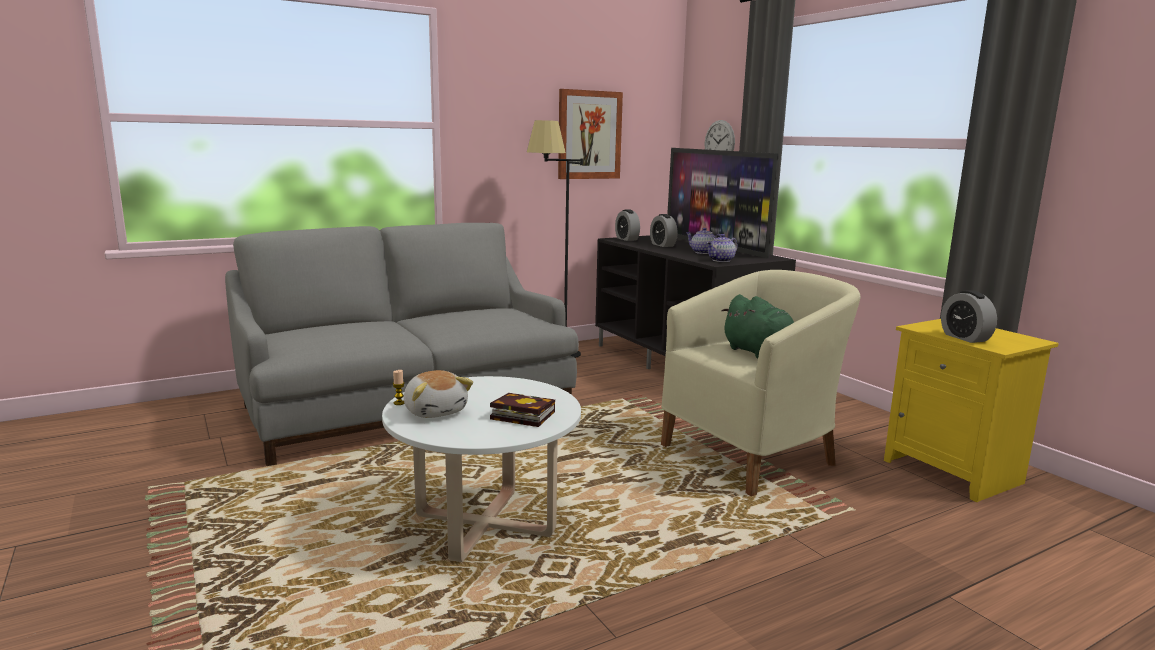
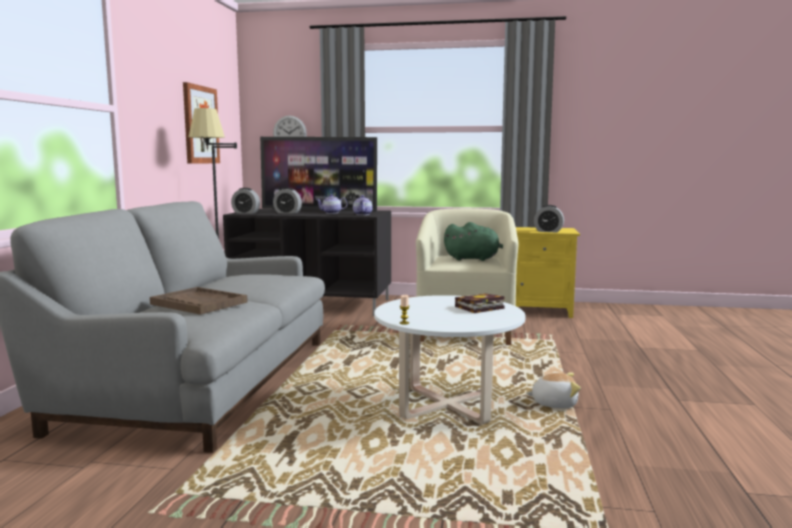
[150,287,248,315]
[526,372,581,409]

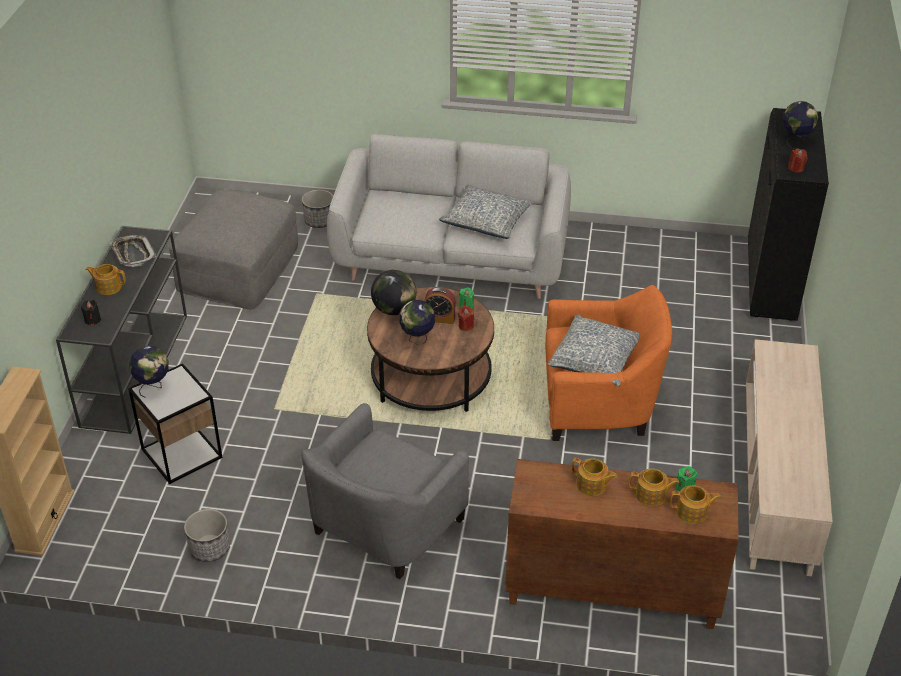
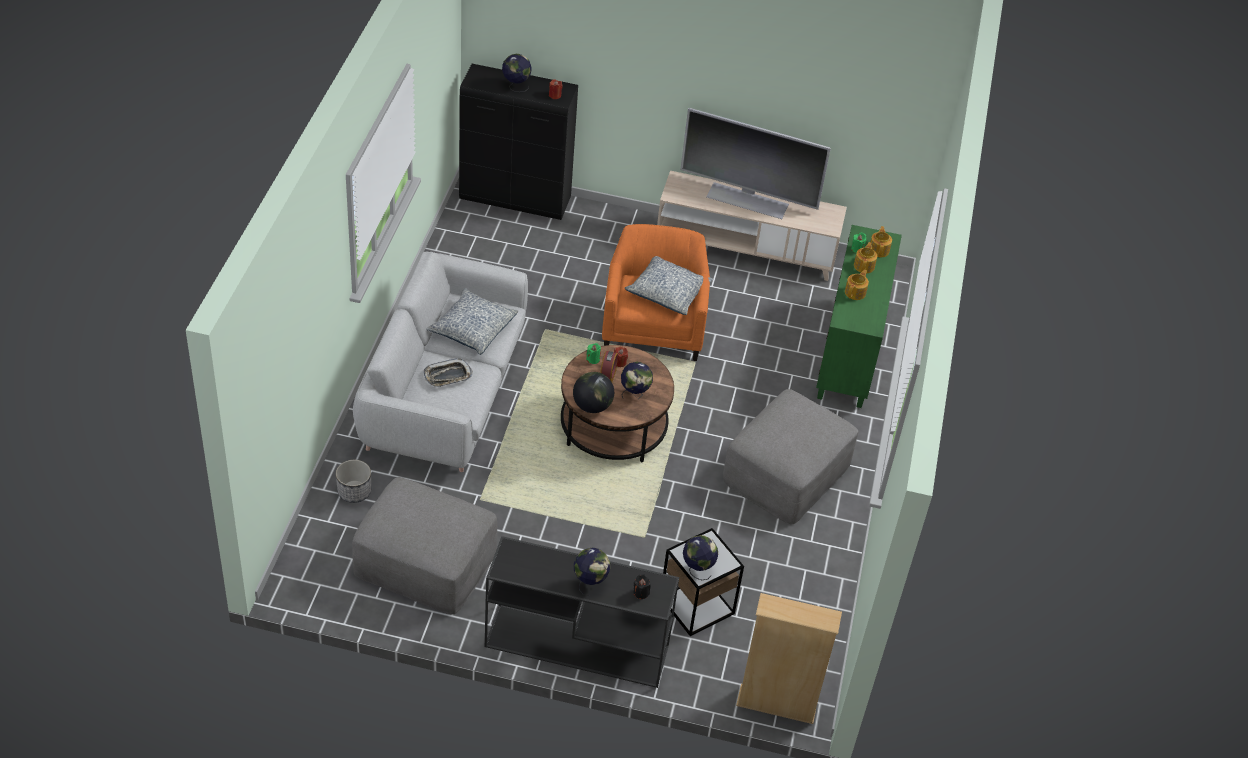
[184,509,230,562] (first image)
[680,108,831,219]
[424,358,473,387]
[574,548,610,596]
[723,389,859,524]
[816,225,902,408]

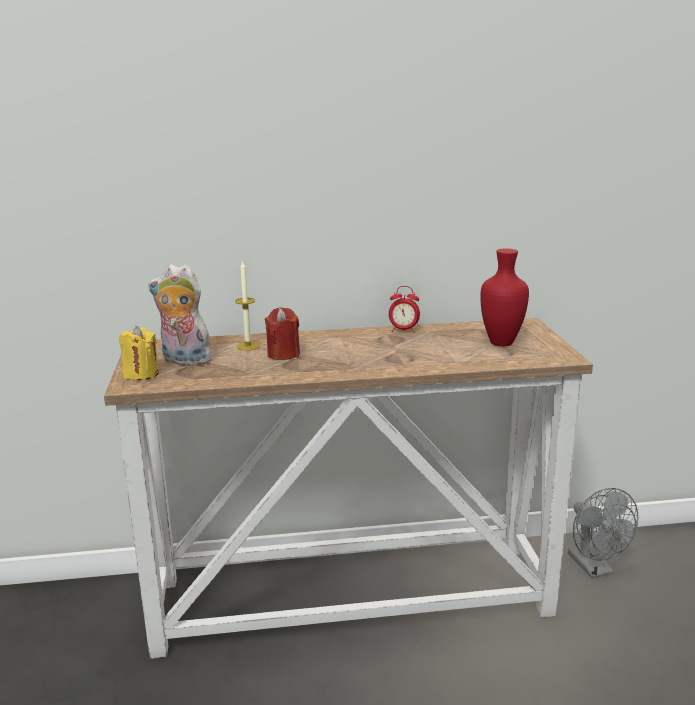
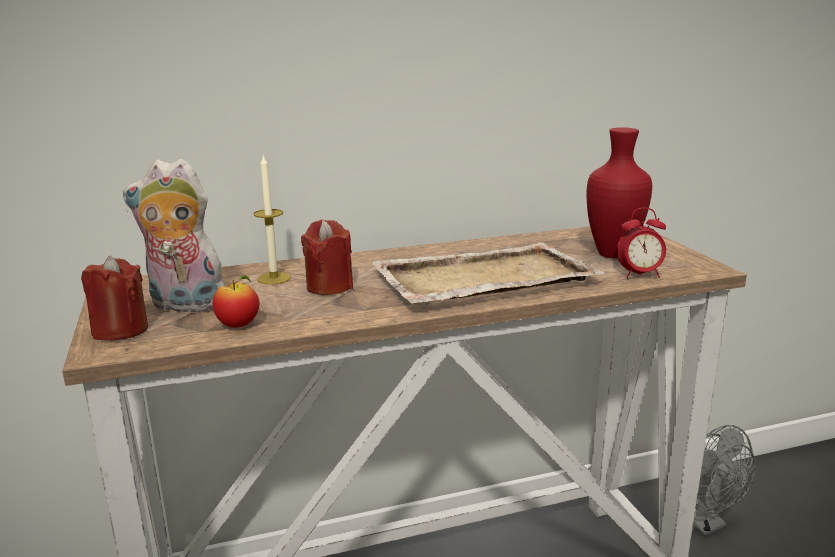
[212,275,259,328]
[371,242,605,303]
[617,208,666,278]
[81,256,148,341]

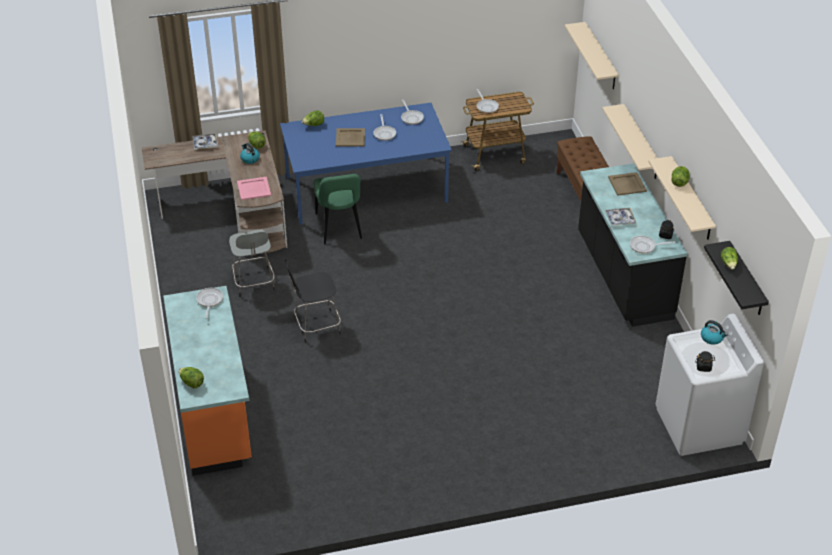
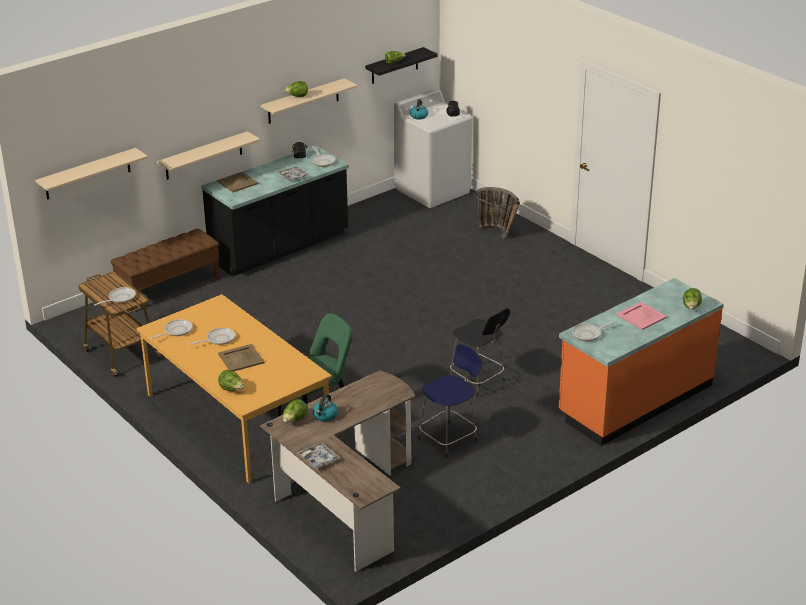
[475,187,520,239]
[617,302,667,330]
[418,344,482,459]
[136,294,332,483]

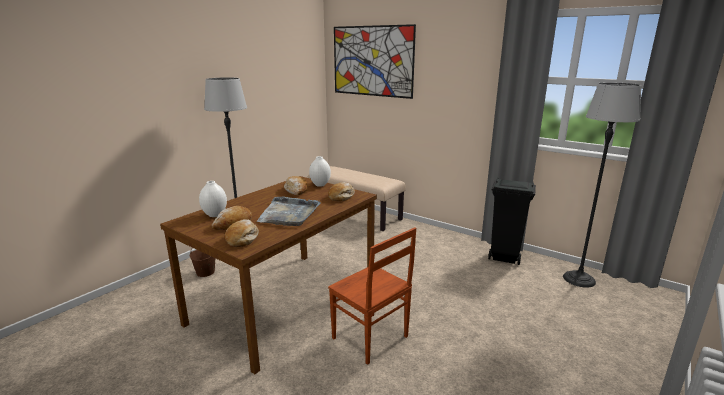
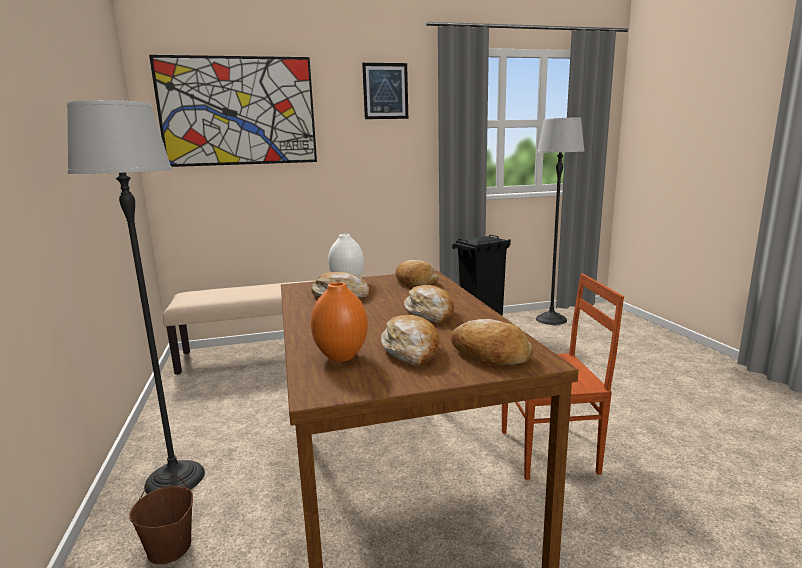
[362,63,408,119]
[404,285,454,323]
[311,282,368,362]

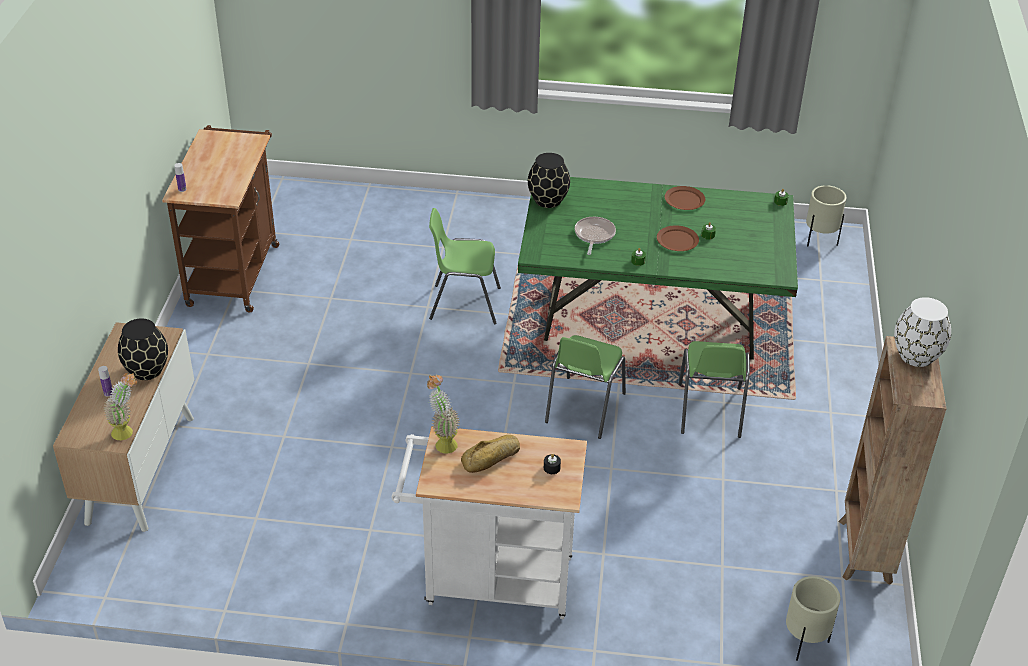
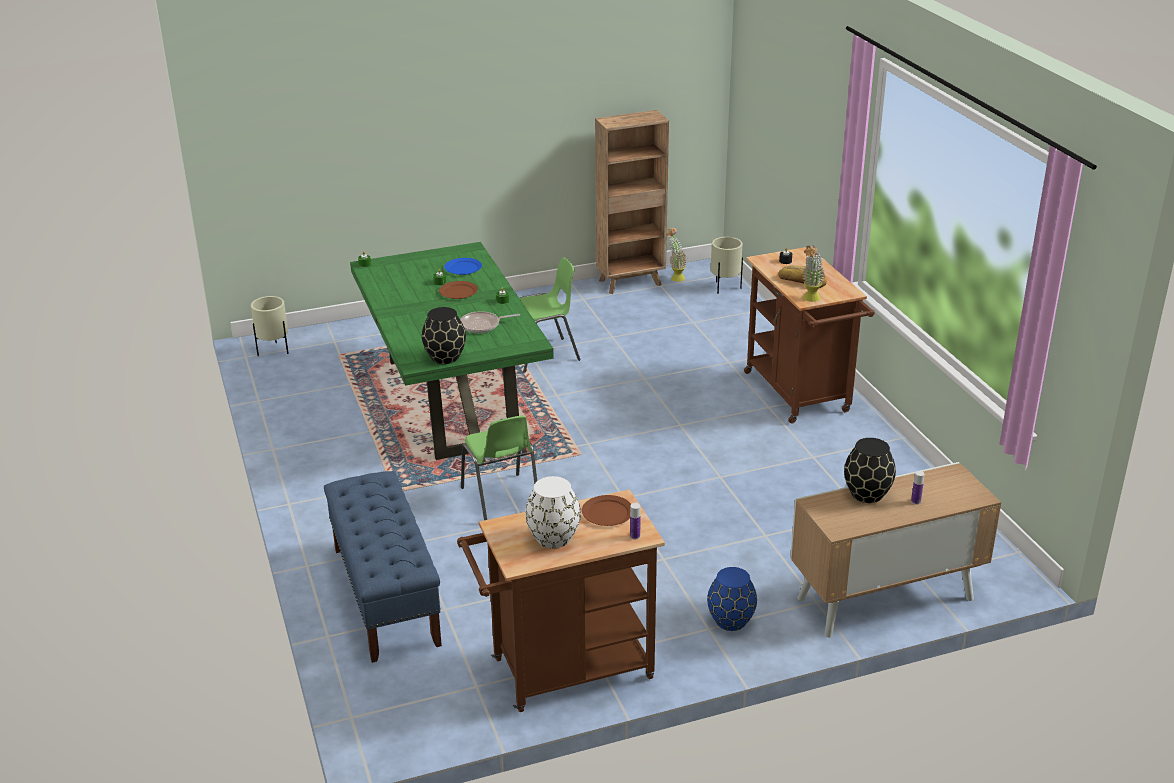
[545,335,626,439] (first image)
[324,471,442,663]
[444,258,482,275]
[707,567,757,631]
[667,228,687,282]
[582,495,631,526]
[525,476,581,548]
[744,247,875,423]

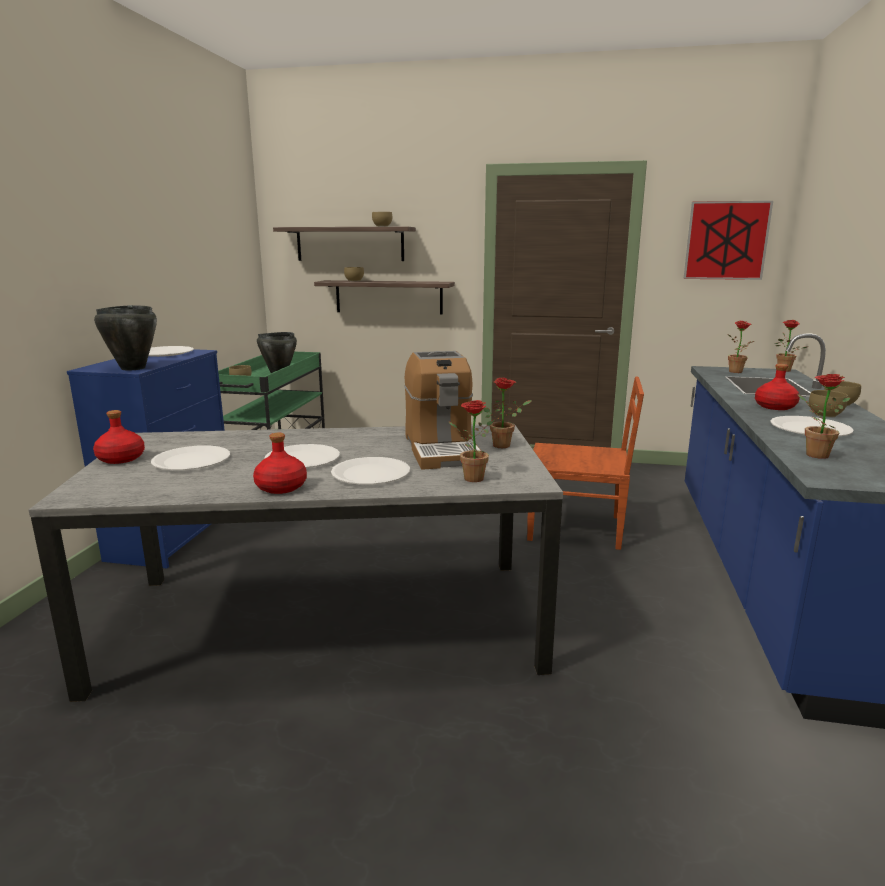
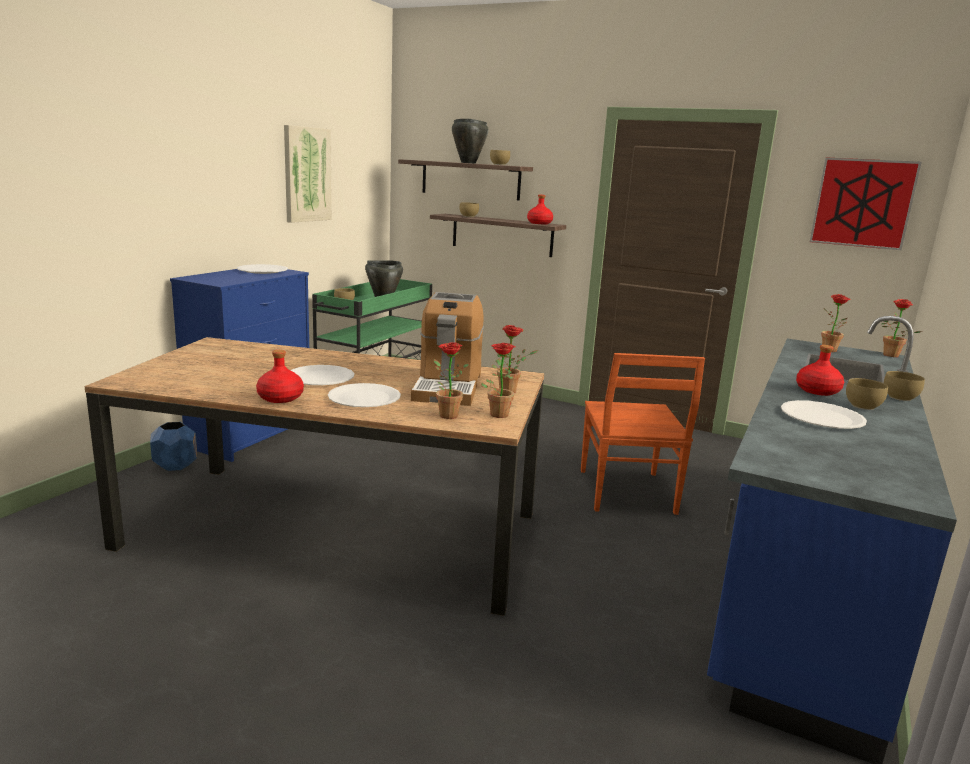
[151,445,230,470] (first image)
[150,422,197,471]
[284,125,332,223]
[527,195,553,224]
[452,118,489,164]
[481,343,518,418]
[84,337,544,616]
[581,353,705,515]

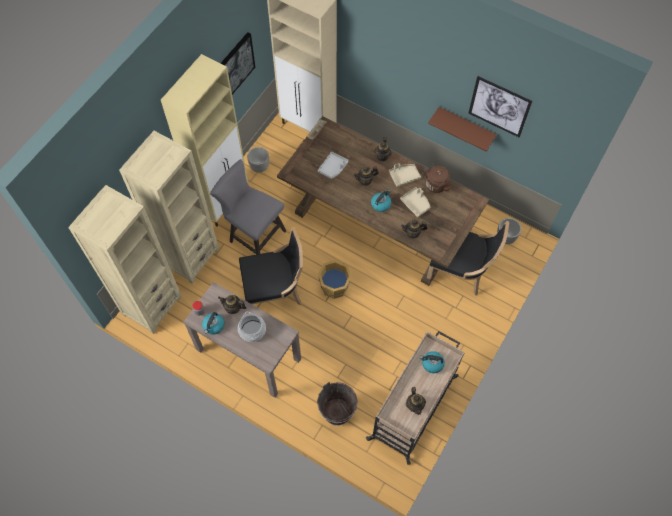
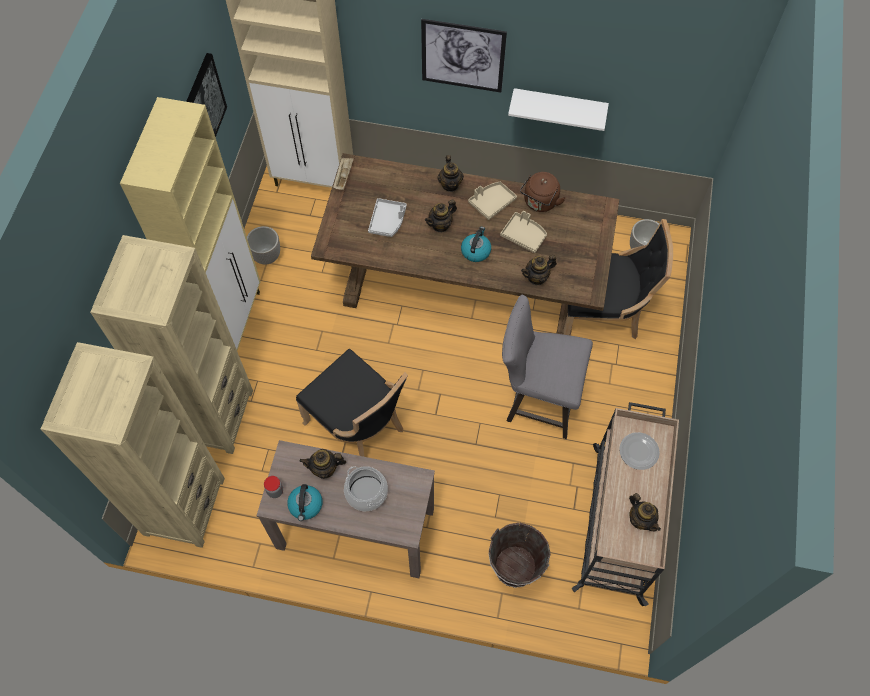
[318,260,352,299] (first image)
[502,295,593,439]
[421,19,507,92]
[619,432,660,470]
[508,88,609,131]
[296,349,408,457]

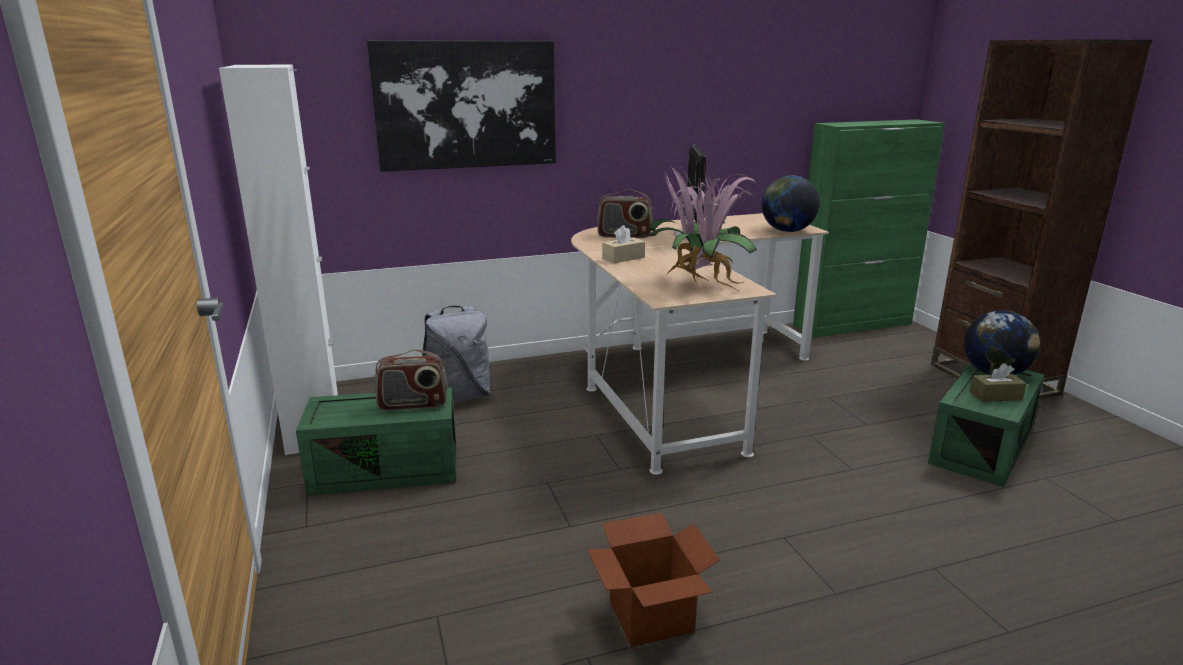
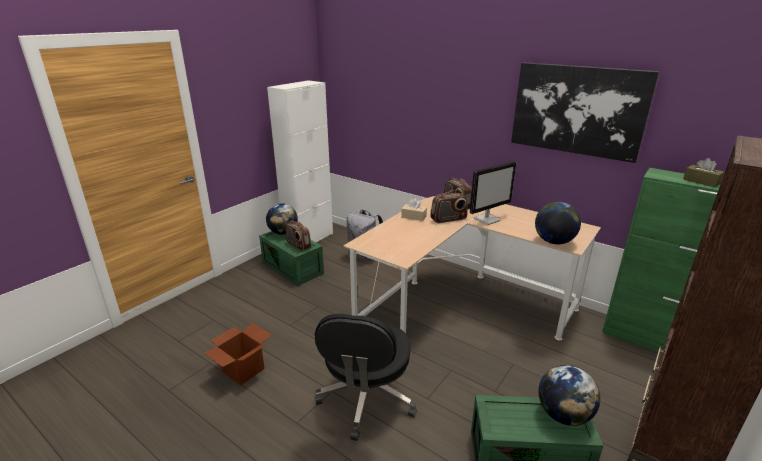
[649,168,757,292] (first image)
[266,203,298,235]
[315,314,417,441]
[430,190,468,223]
[511,62,659,163]
[683,158,725,187]

